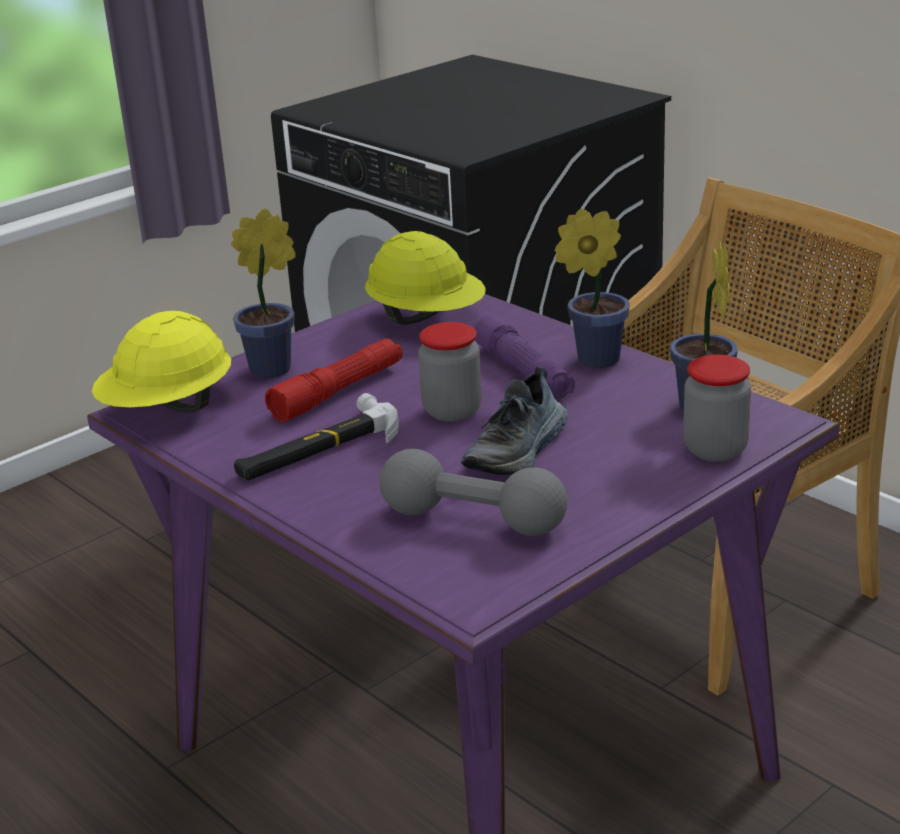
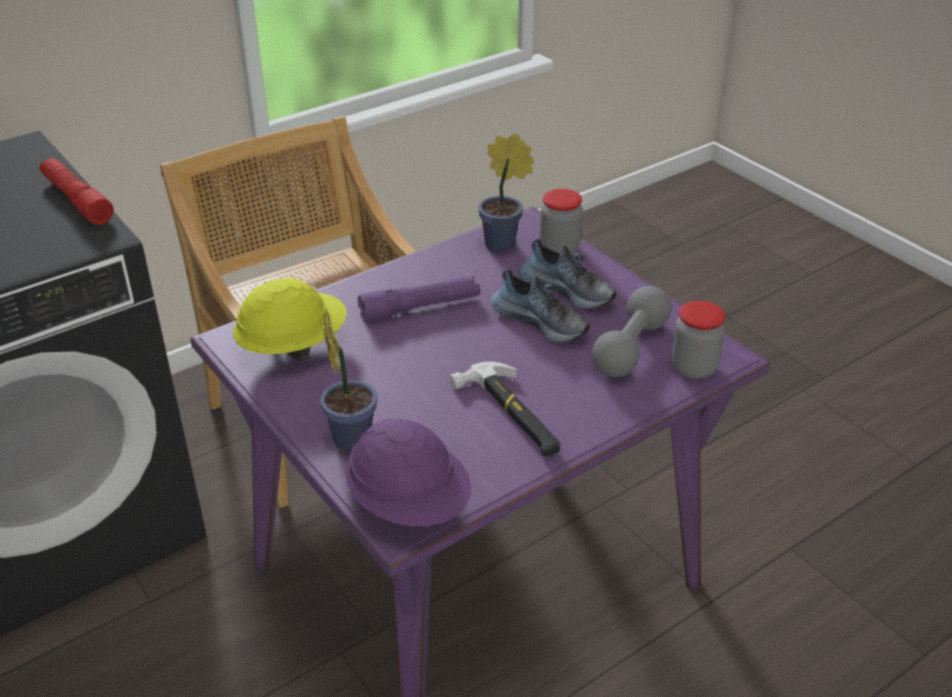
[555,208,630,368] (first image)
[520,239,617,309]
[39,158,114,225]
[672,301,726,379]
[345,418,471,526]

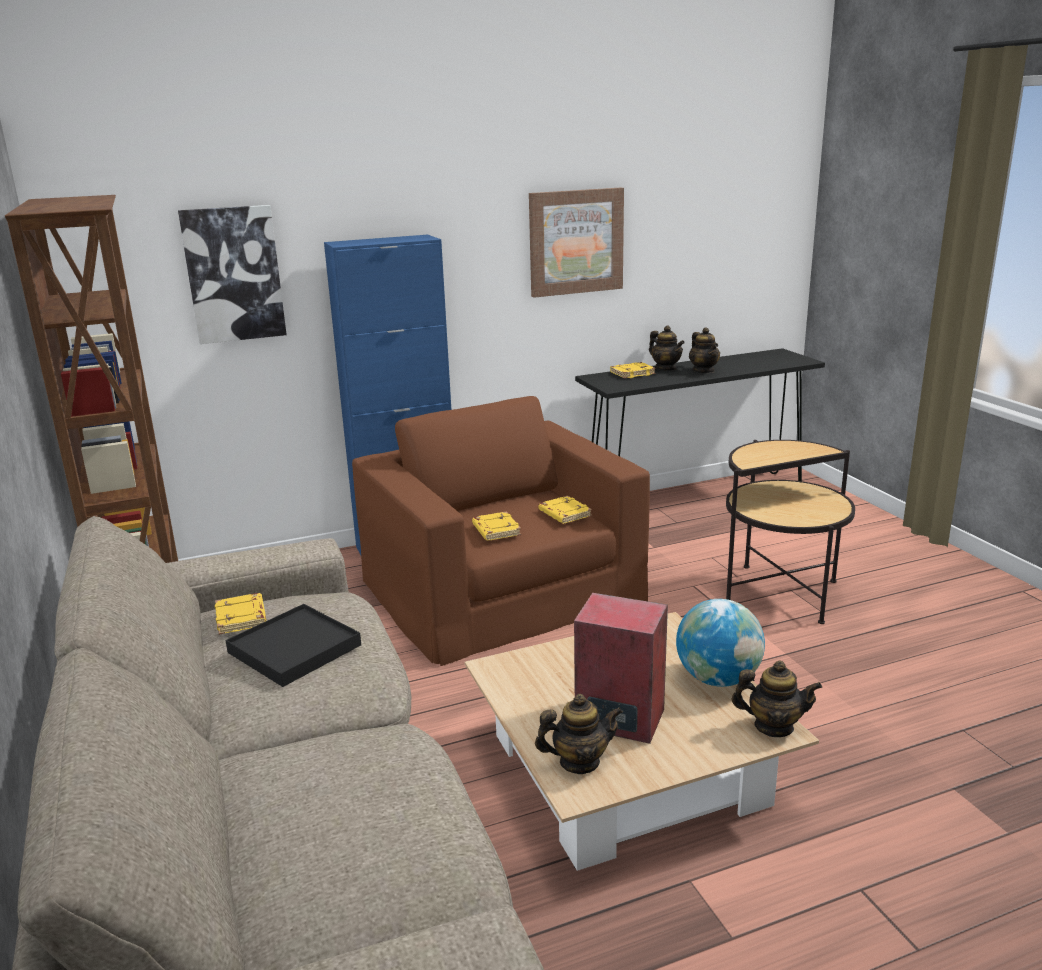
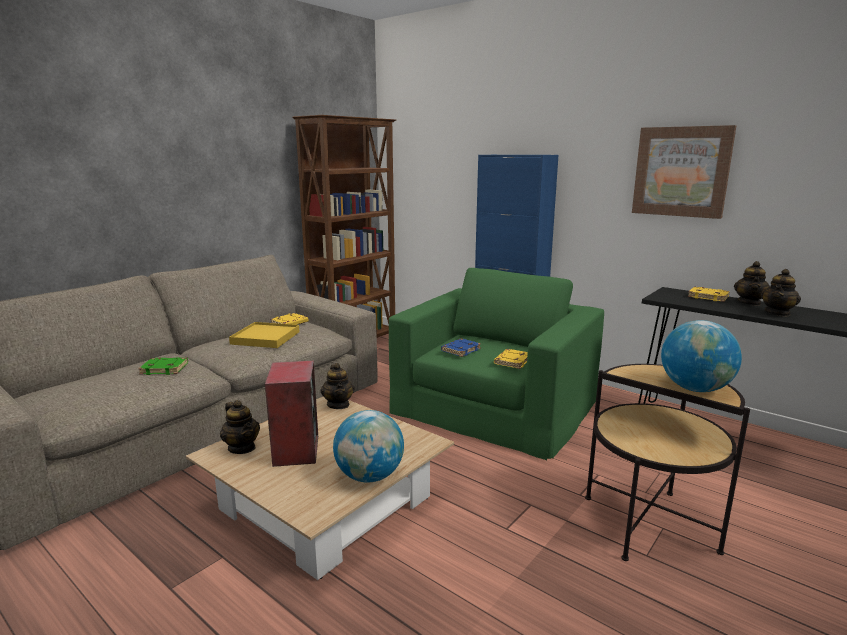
[178,205,287,344] (first image)
[138,357,188,375]
[661,320,742,392]
[320,363,355,409]
[229,322,300,348]
[389,268,604,460]
[441,338,481,357]

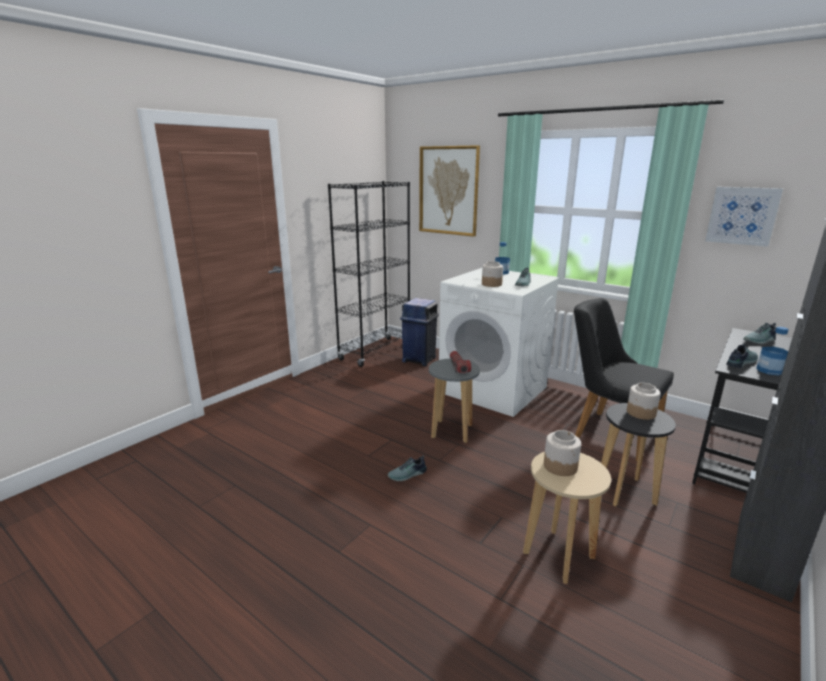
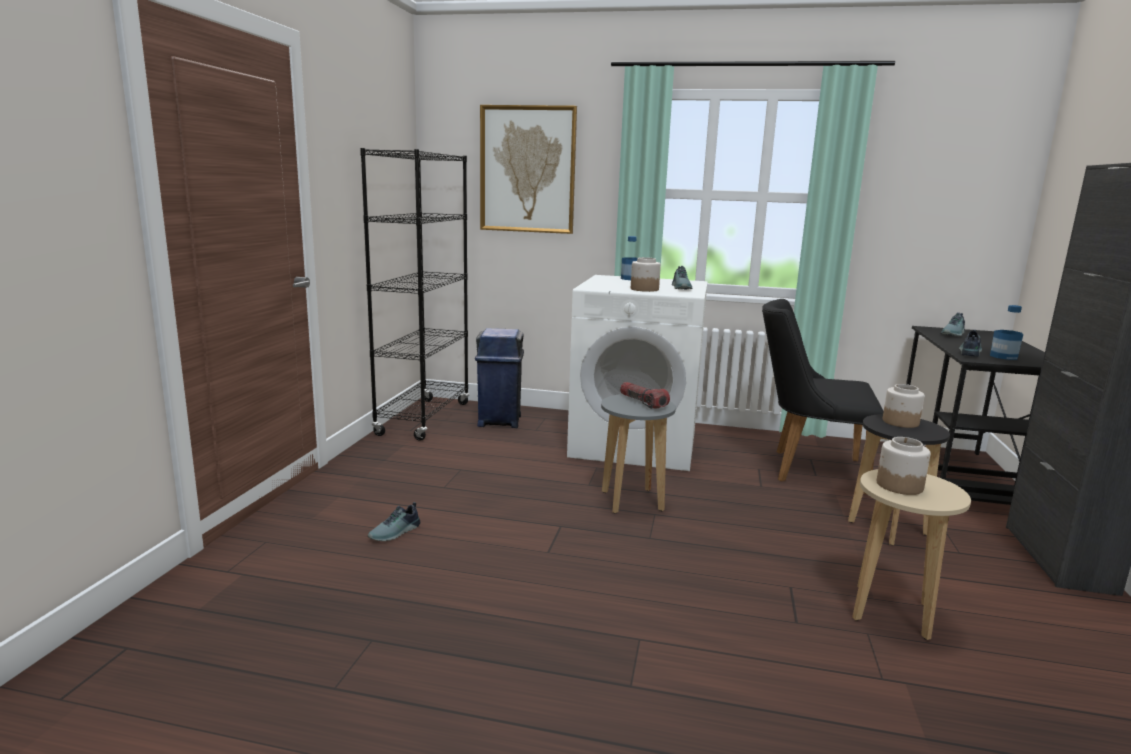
[705,187,783,247] (first image)
[368,502,420,541]

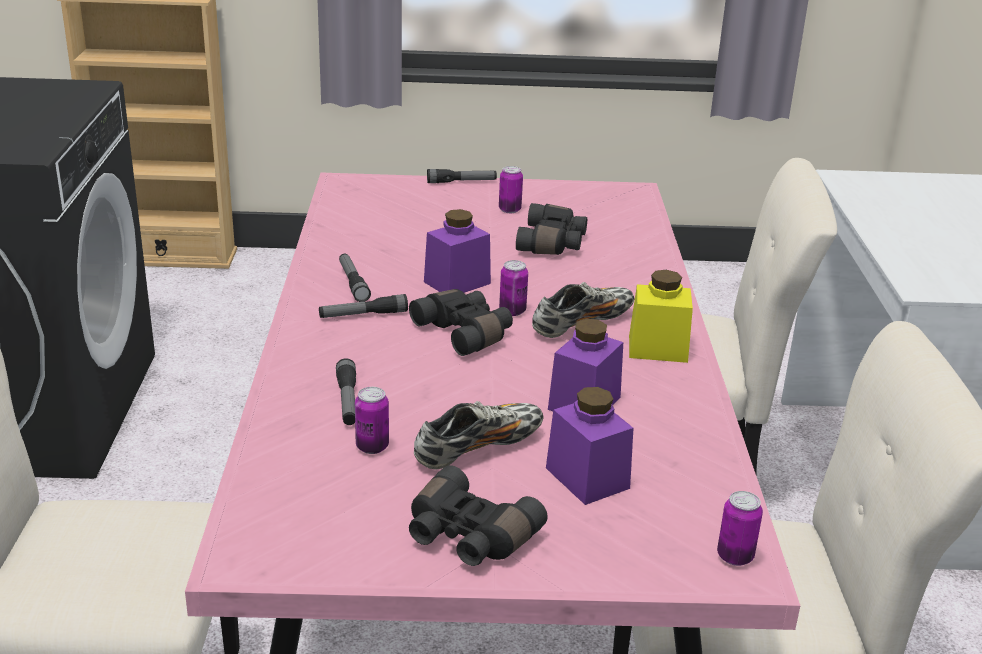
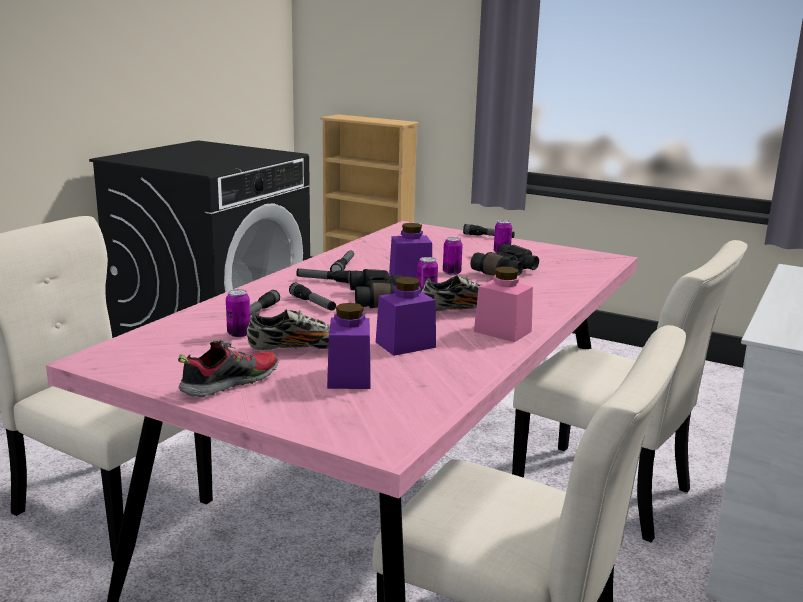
[289,283,336,311]
[443,237,463,275]
[178,340,278,397]
[474,266,533,342]

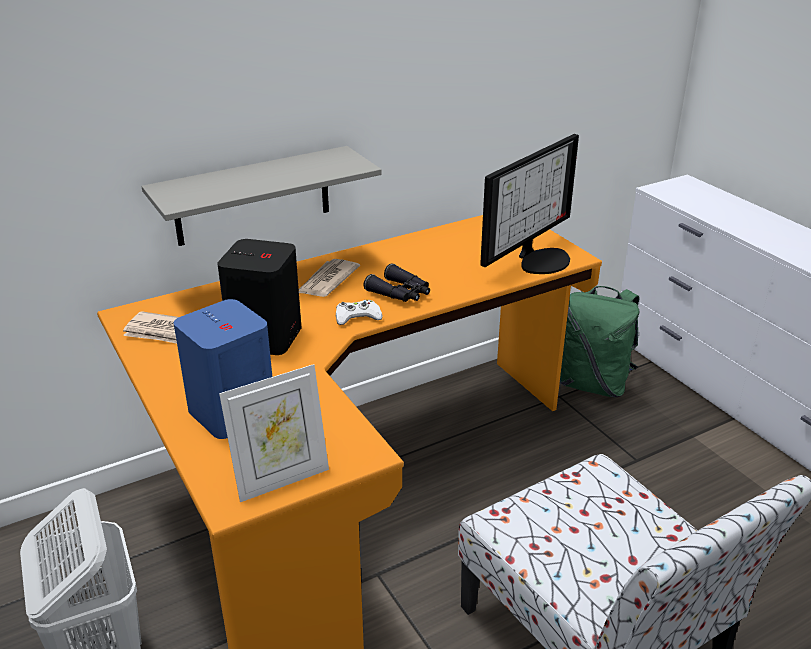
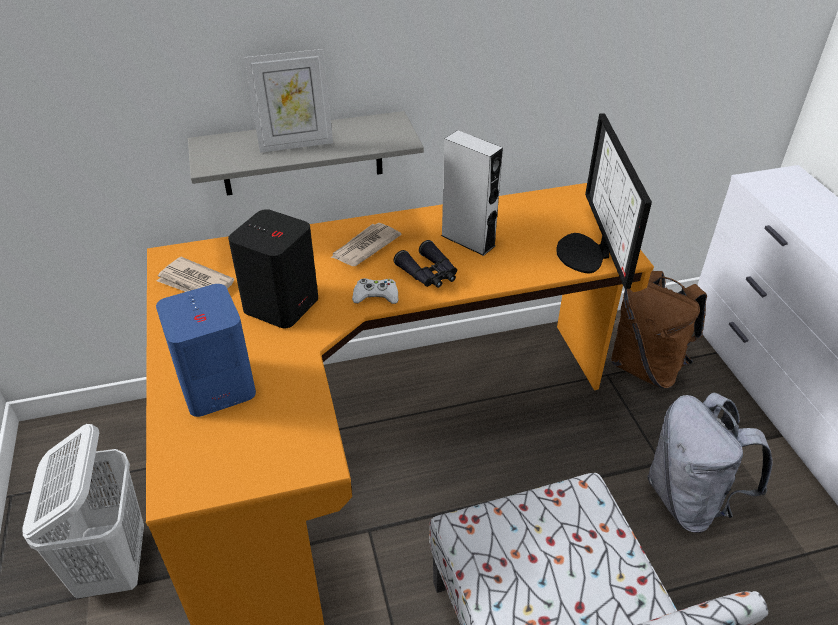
[441,130,503,256]
[648,392,773,533]
[244,49,333,153]
[611,271,707,389]
[556,113,652,289]

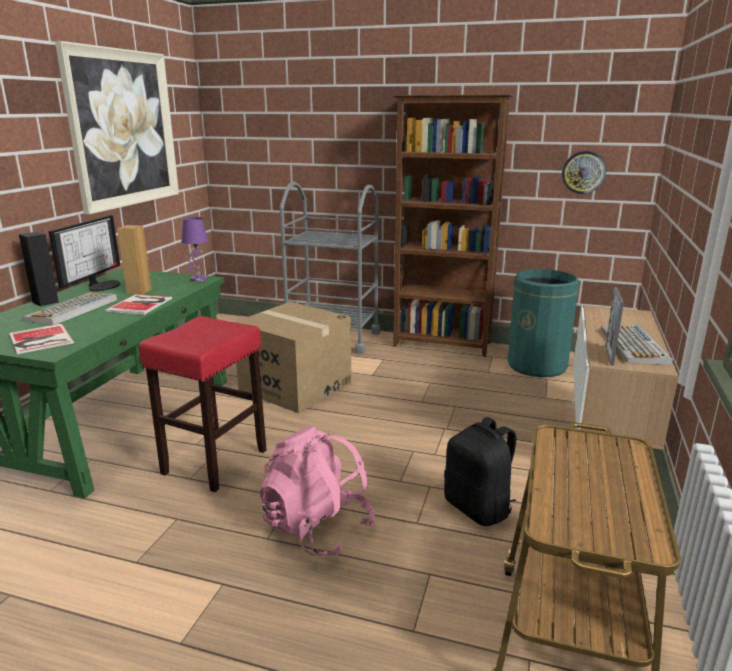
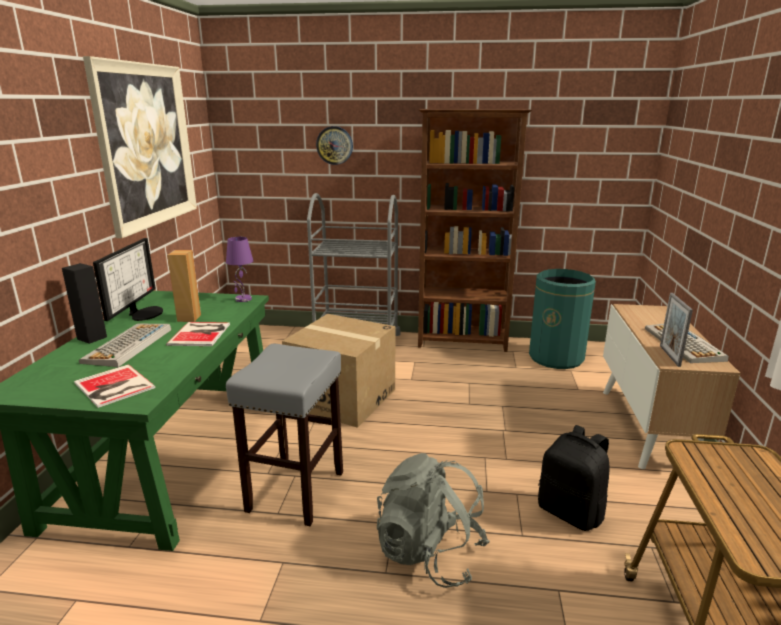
[316,126,353,165]
[226,344,343,526]
[377,453,490,588]

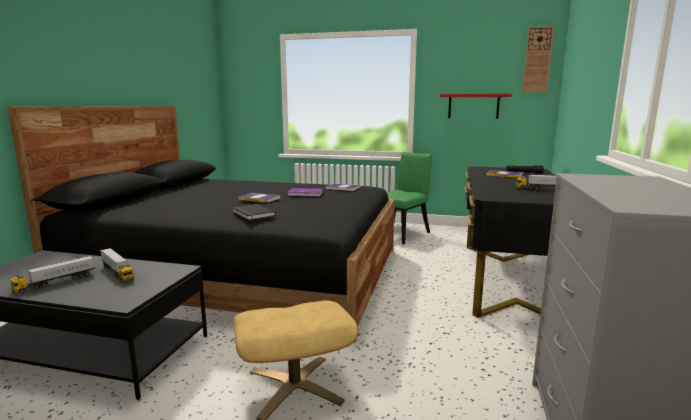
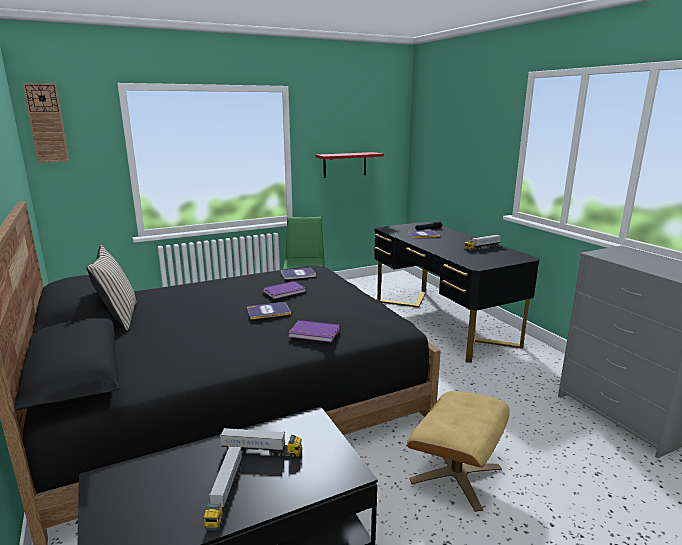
[86,245,137,331]
[23,83,69,163]
[288,320,340,342]

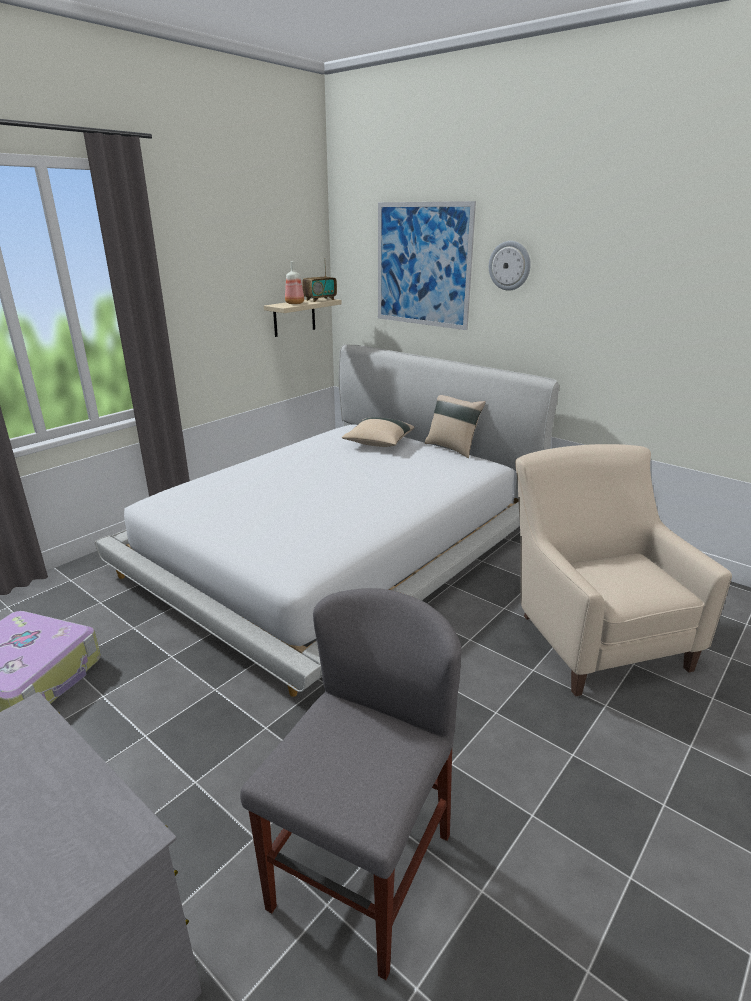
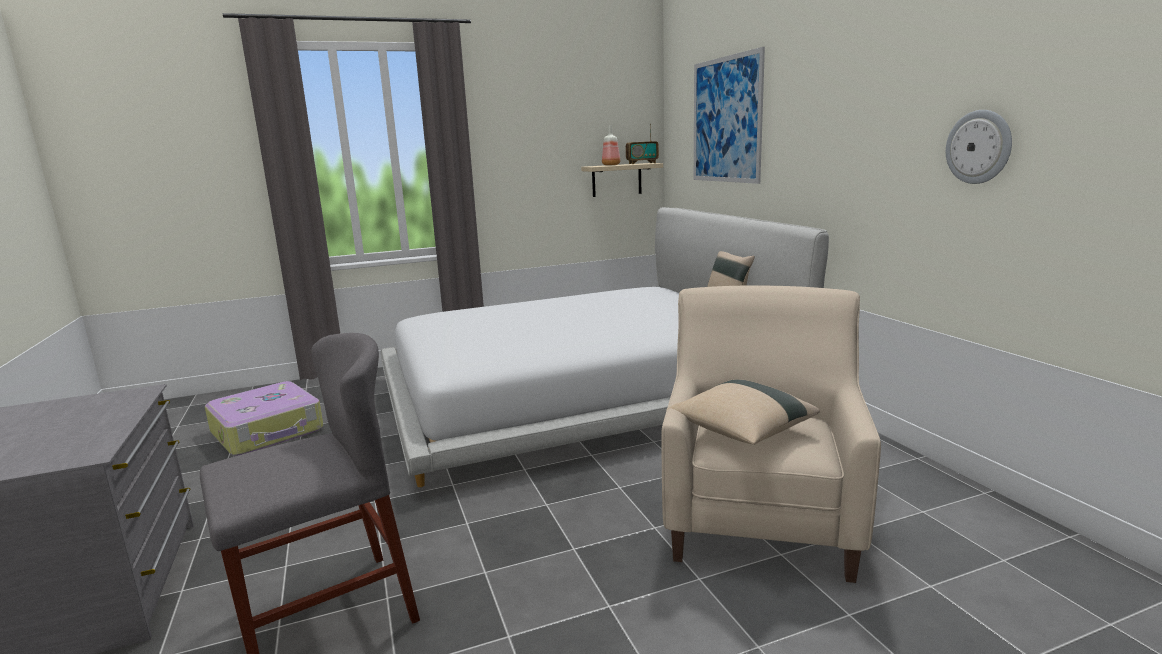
[666,379,820,445]
[946,110,1012,184]

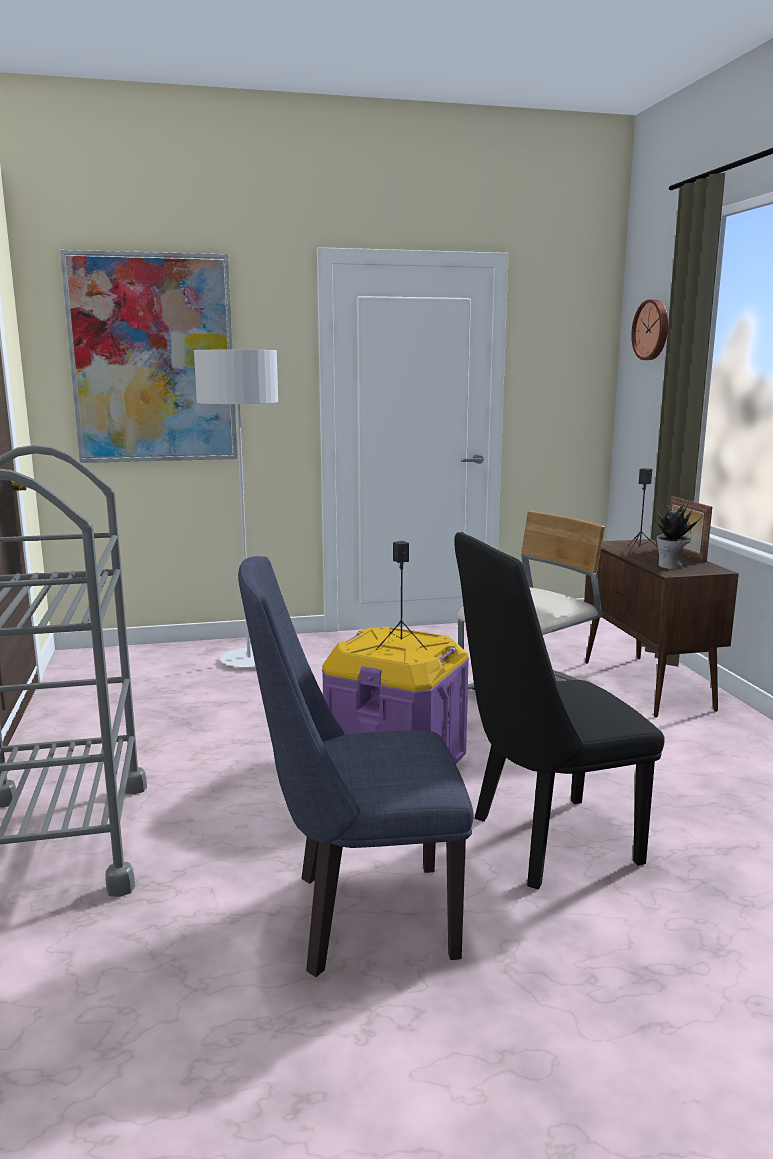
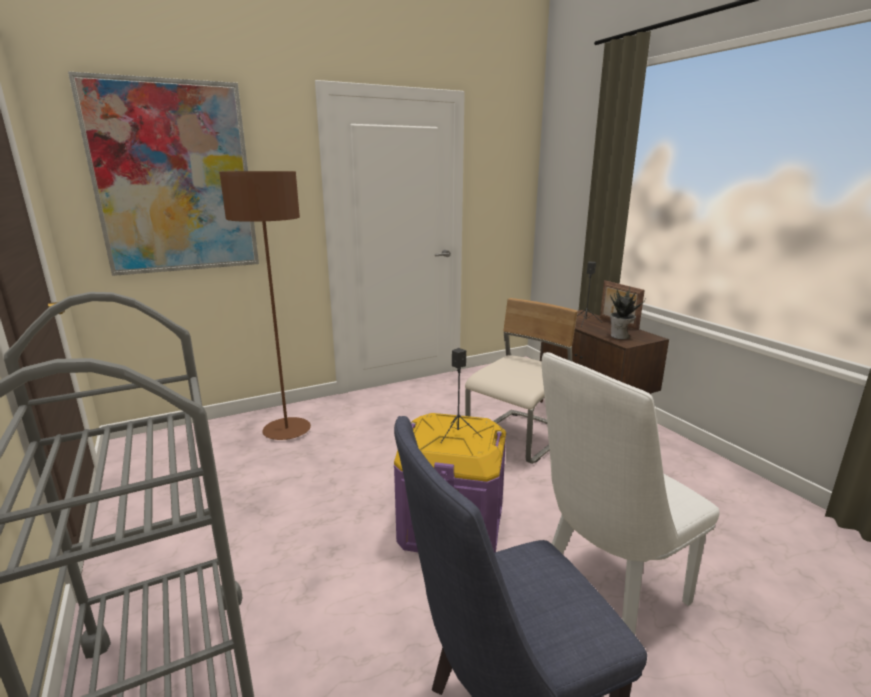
[631,300,668,360] (first image)
[219,171,311,440]
[542,352,720,635]

